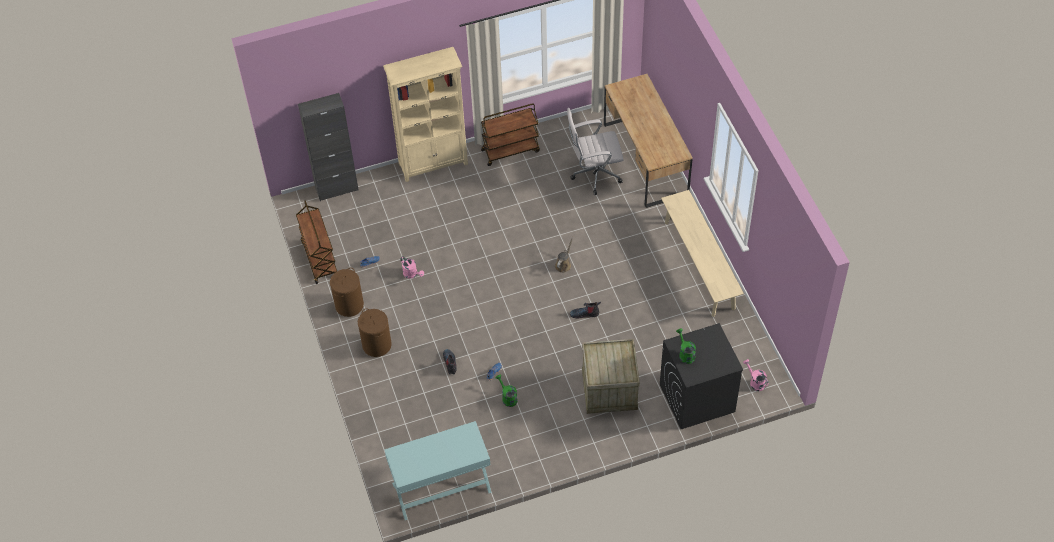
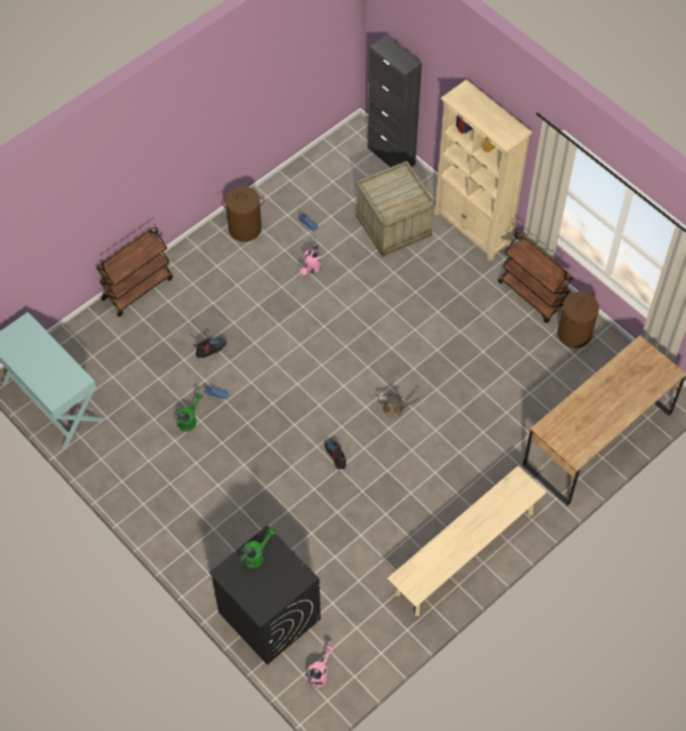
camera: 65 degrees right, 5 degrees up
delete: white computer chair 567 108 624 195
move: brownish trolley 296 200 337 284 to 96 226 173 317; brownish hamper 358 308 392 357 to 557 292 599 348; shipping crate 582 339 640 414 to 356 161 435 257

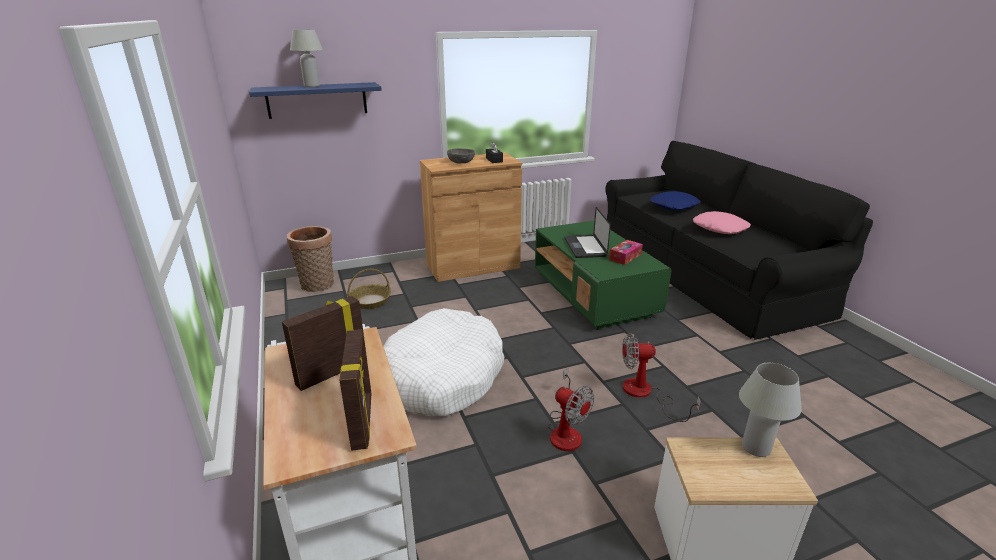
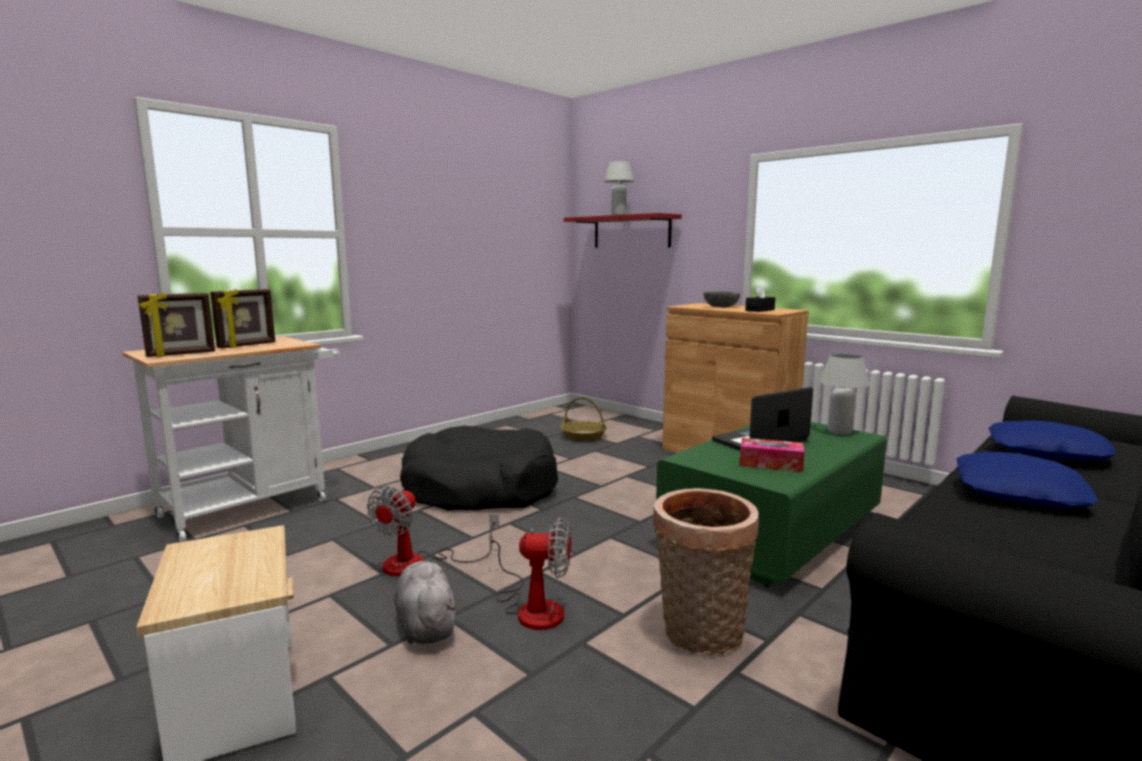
camera: 65 degrees right, 15 degrees down
insert: greyish cuddly toy 394 561 456 644
move: basket 287 226 334 292 to 653 488 759 656; white tabletop lamp 739 363 802 457 to 819 353 870 435
recolor: bluish bracket shelf 250 82 382 119 to reddish bracket shelf 564 213 682 248; white dog bed 383 308 504 416 to black-coloured dog bed 400 426 558 510; pink-coloured pillow 693 211 751 234 to bluish pillow 957 452 1098 508
rotate: photo frame 282 296 367 391 = 210 289 275 348 105 degrees clockwise; fan 622 333 701 422 = 489 517 571 630 120 degrees clockwise

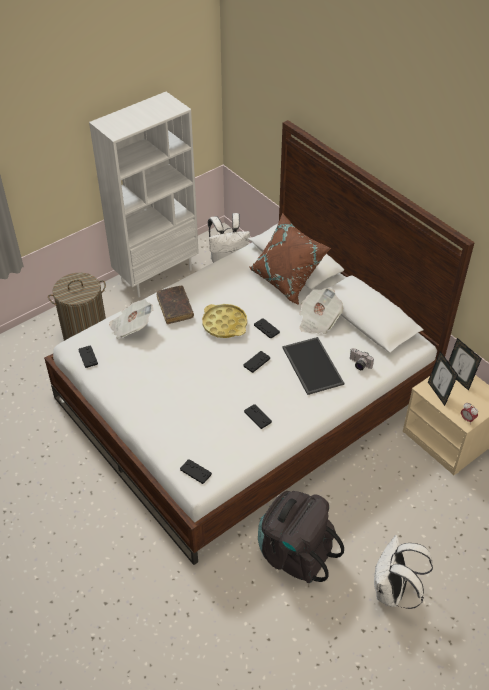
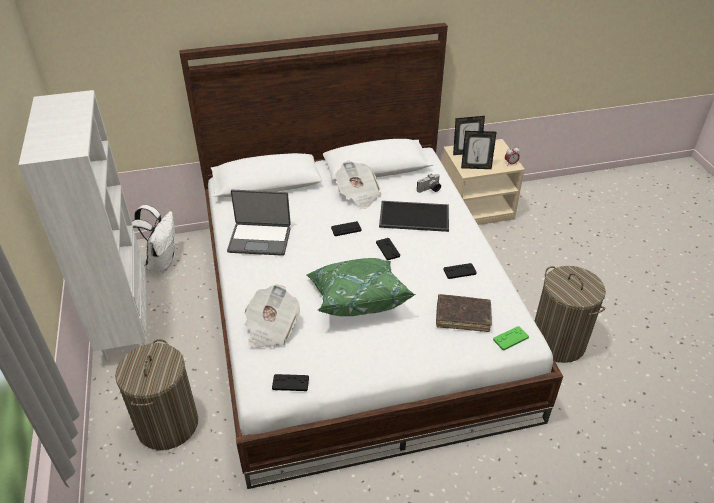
camera: 65 degrees left, 5 degrees down
delete: yellow carrying tray 202 304 247 338; brownish pillow 249 213 331 305; white knapsack 374 535 433 609
insert: laptop 227 190 291 256; greenish pillow 306 258 416 316
move: brownish book 157 286 194 324 to 436 294 492 332
replace: black-coloured knapsack 258 491 344 583 to hamper 535 266 606 363
recolor: black-coloured joypad 180 459 212 484 to greenish joypad 493 326 529 350

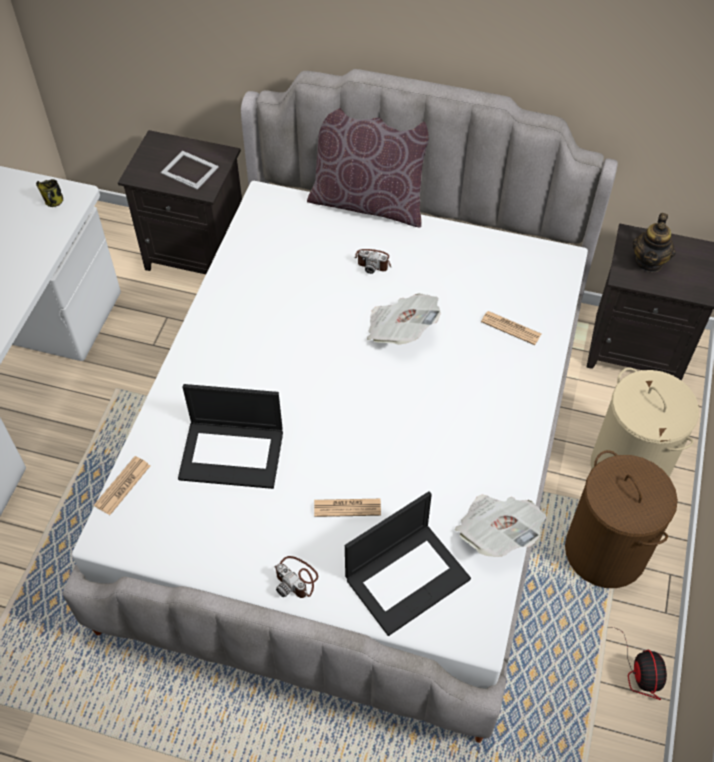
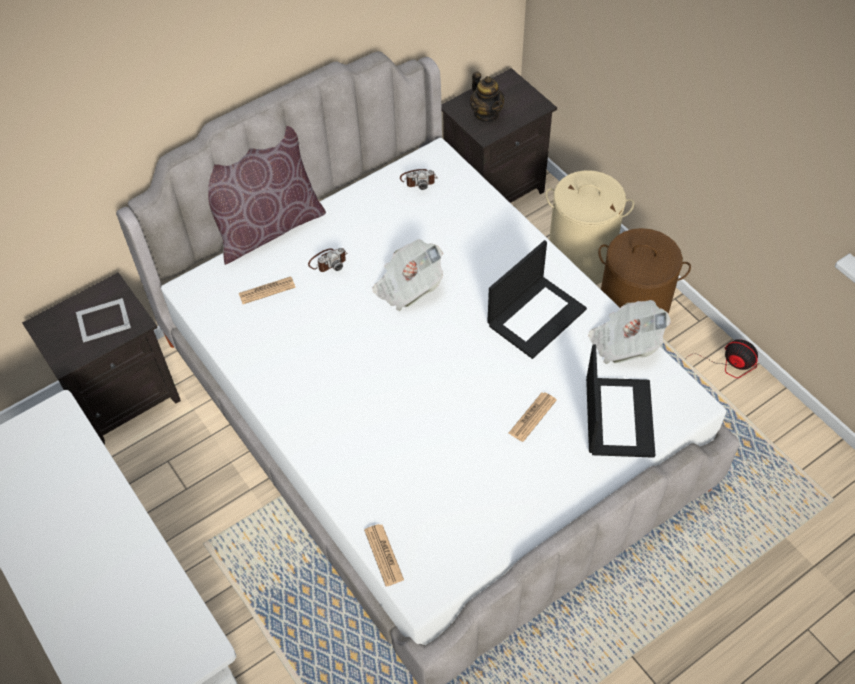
camera: 50 degrees left, 0 degrees up
delete: coffee mug 36 179 63 207
move: laptop 178 384 283 489 to 487 240 587 359; still camera 274 556 318 598 to 400 169 438 190; printed paper 481 311 541 345 to 239 276 296 304

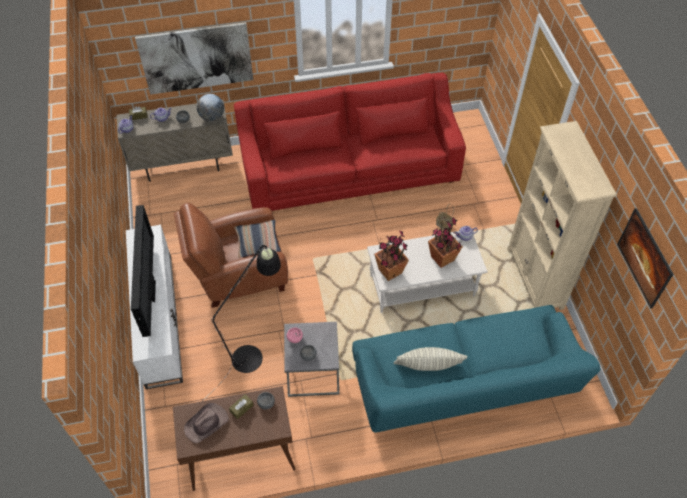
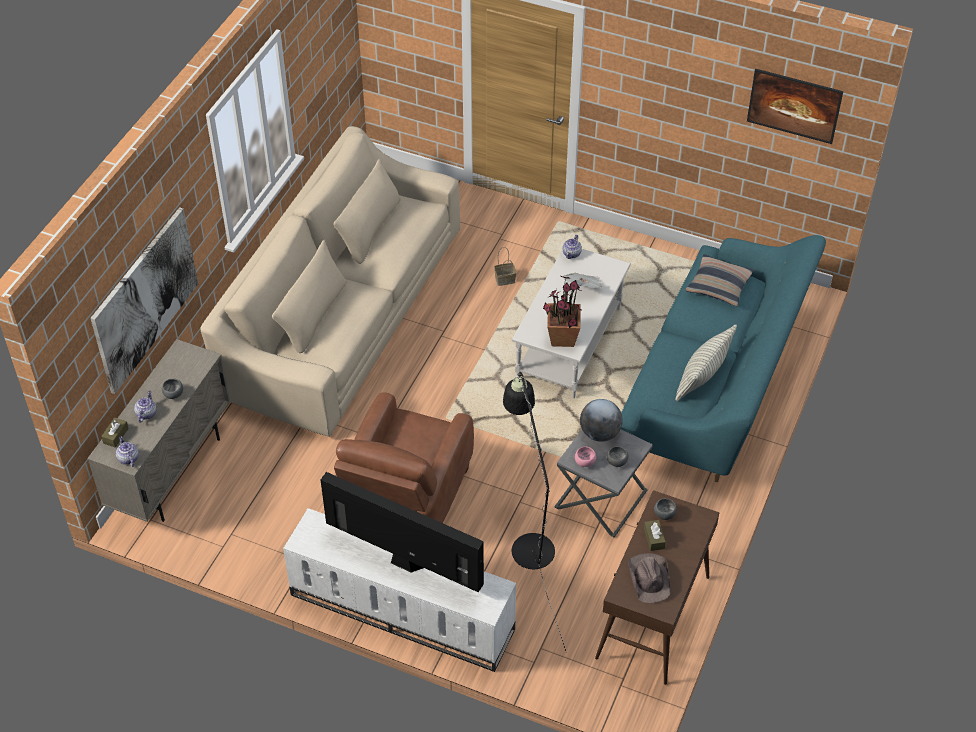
camera: 55 degrees left, 5 degrees down
delete: sand-coloured bookcase 507 121 617 310
move: desk globe 197 94 224 122 to 580 399 623 442; pillow 234 220 281 258 to 685 254 754 306
replace: houseplant 428 217 462 268 to printed paper 563 273 602 288
recolor: reddish couch 234 73 466 211 to sand-coloured couch 200 126 460 437

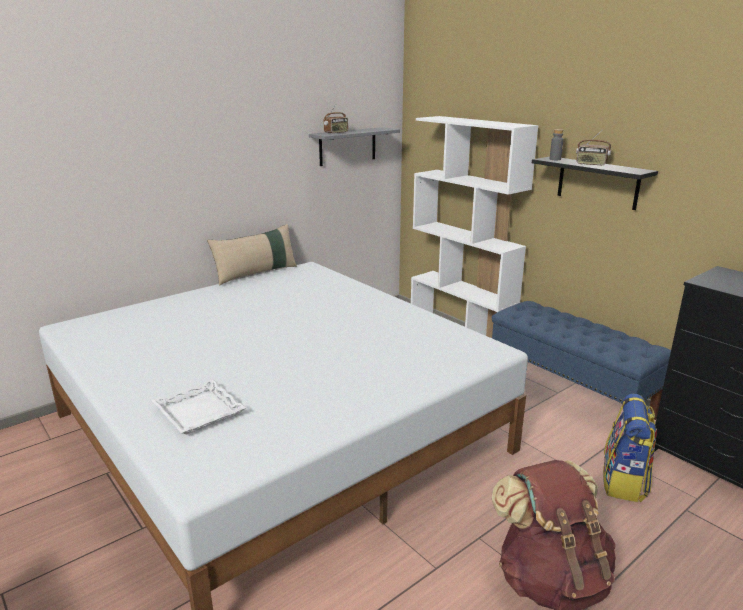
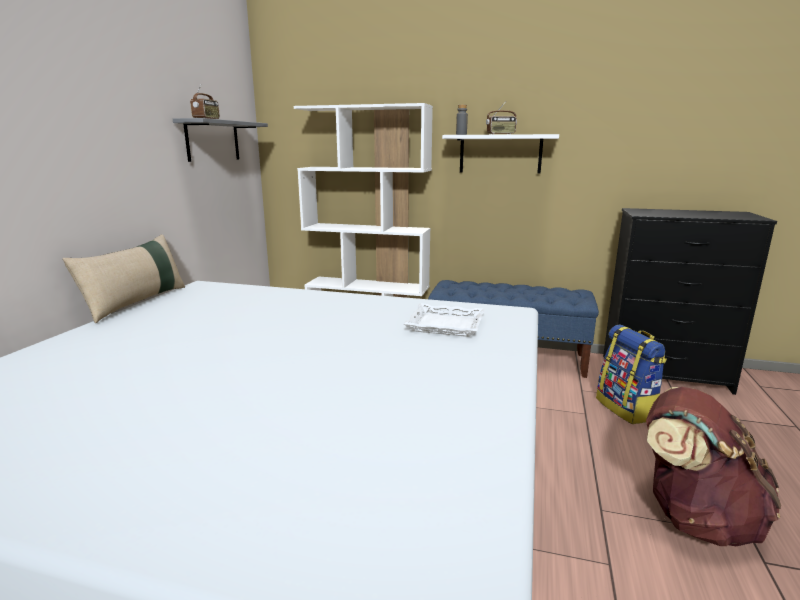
camera: 35 degrees left, 5 degrees down
move: white carrying tray 152 379 246 434 to 404 303 485 337
recolor: black-coloured bracket shelf 532 157 658 210 to white bracket shelf 442 134 559 174

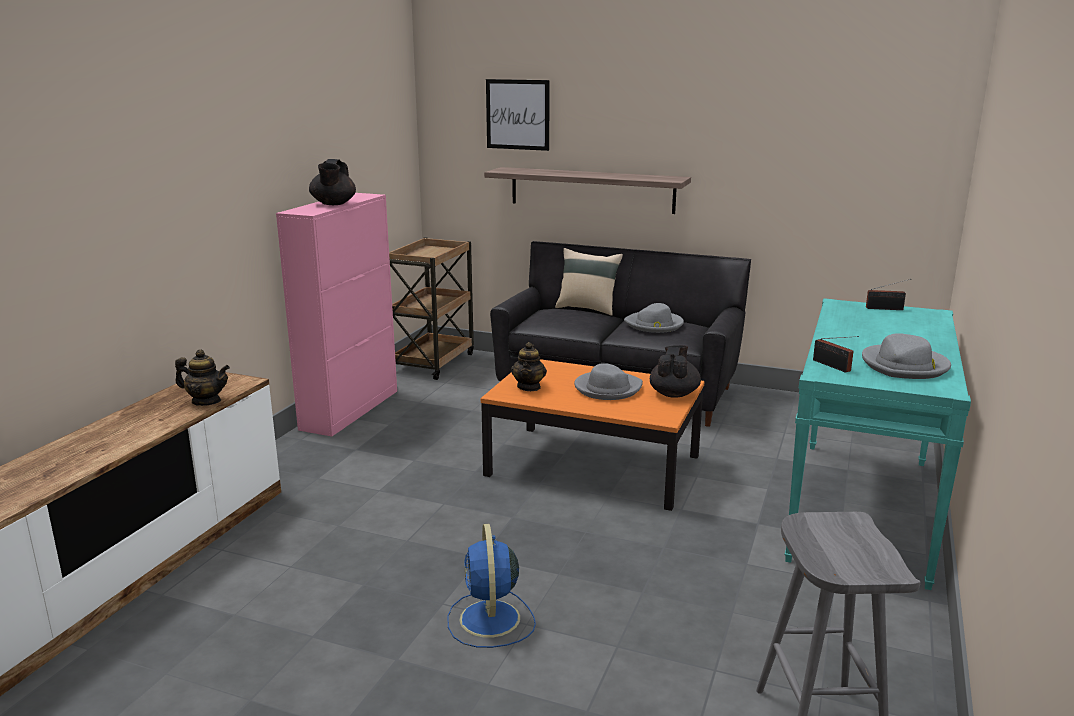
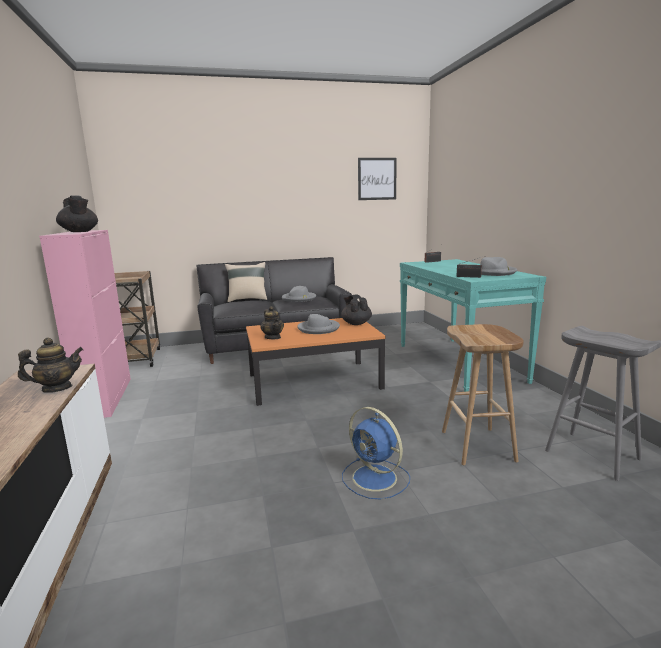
camera: 35 degrees left, 5 degrees down
delete: bracket shelf 484 167 691 214
insert: brownish stool seat 442 324 524 465
move: wall picture 486 79 550 151 to 358 158 397 200

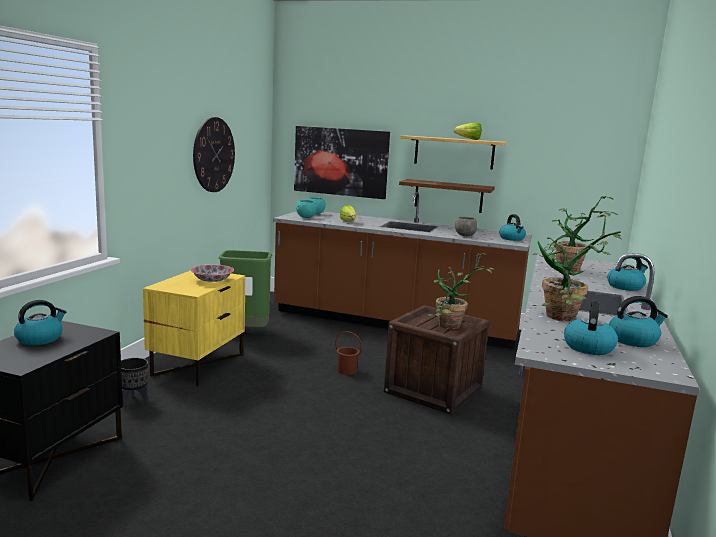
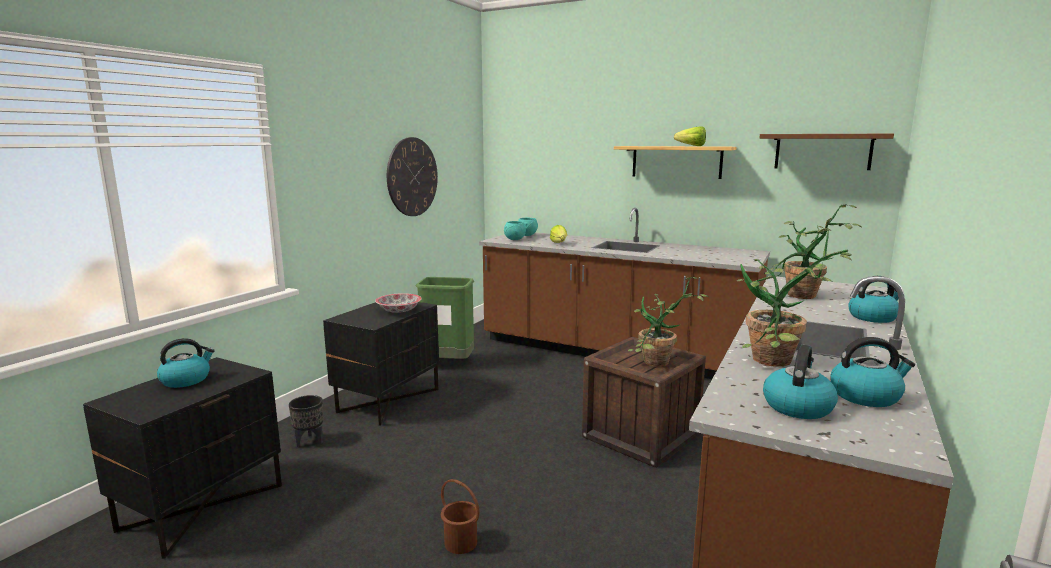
camera: 10 degrees right, 0 degrees up
delete: wall picture 294 126 390 199; greyish bowl 455 217 477 236; water kettle 499 214 526 241
move: brownish pail 335 331 362 375 to 441 479 480 554; brownish bracket shelf 399 179 495 213 to 759 134 894 170
recolor: yellow bedside table 143 271 245 386 to black-coloured bedside table 323 302 439 426

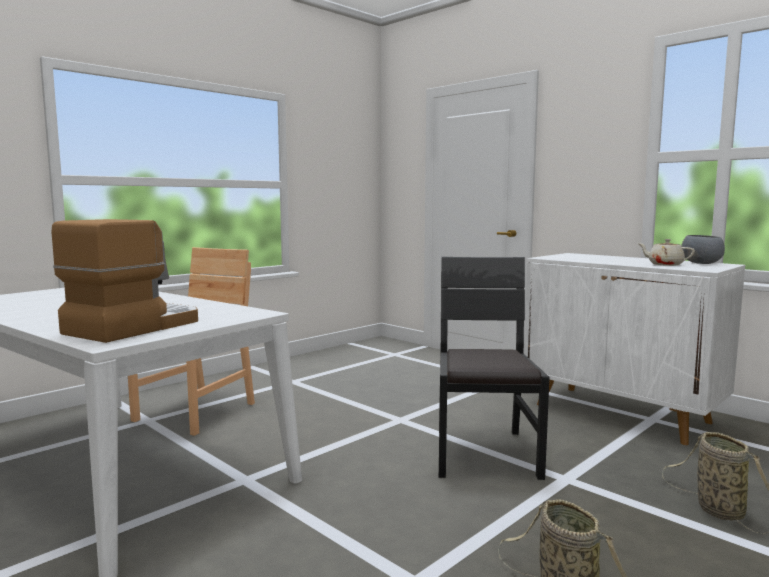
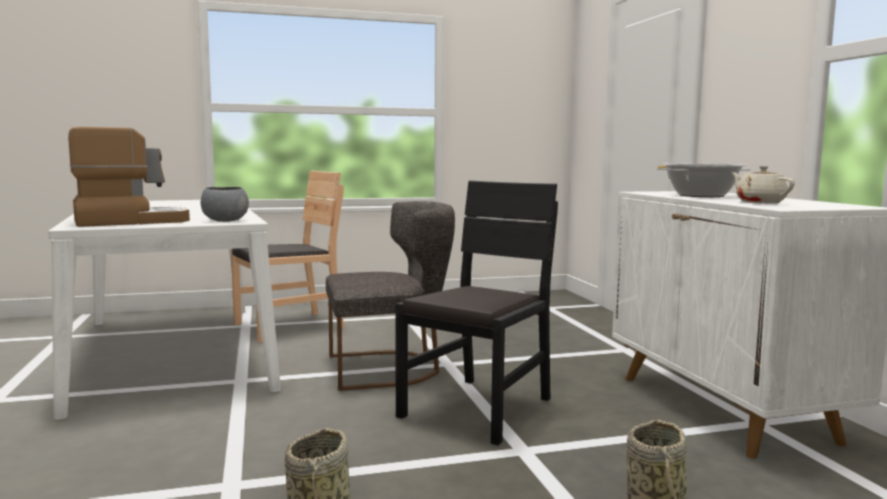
camera: 30 degrees right, 0 degrees up
insert: greyish chair 326 201 455 391; stockpot 656 164 751 197
move: greyish bowl 681 235 725 264 to 201 187 249 222

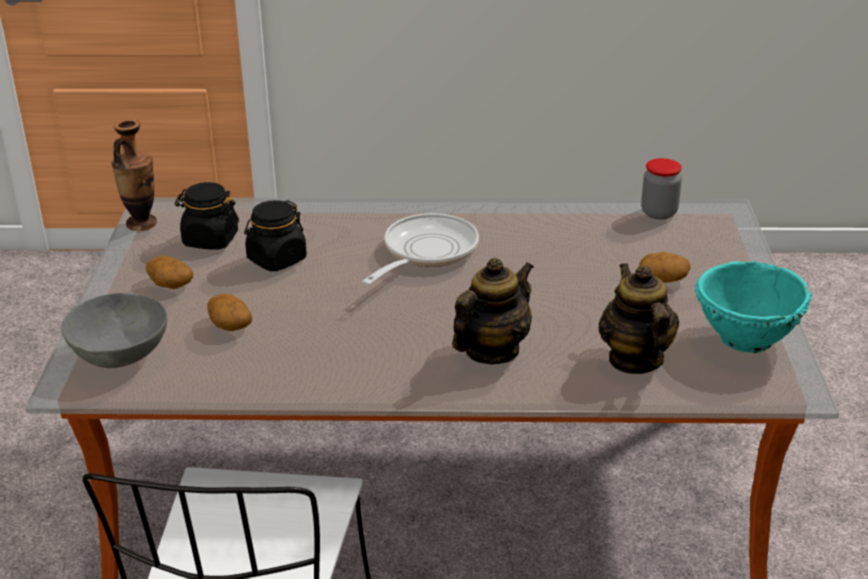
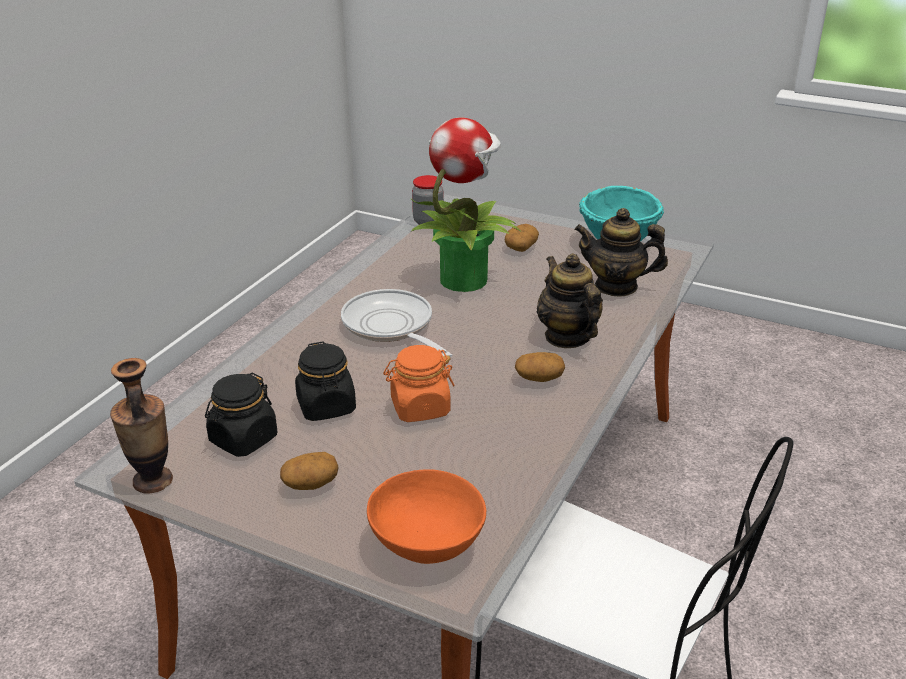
camera: 65 degrees left, 0 degrees up
insert: orange-coloured preserve jar 383 345 454 422; houseplant 411 118 521 292
move: potato 207 294 252 331 to 515 352 565 382
recolor: greyish bowl 61 293 167 368 to orange-coloured bowl 367 469 486 564

